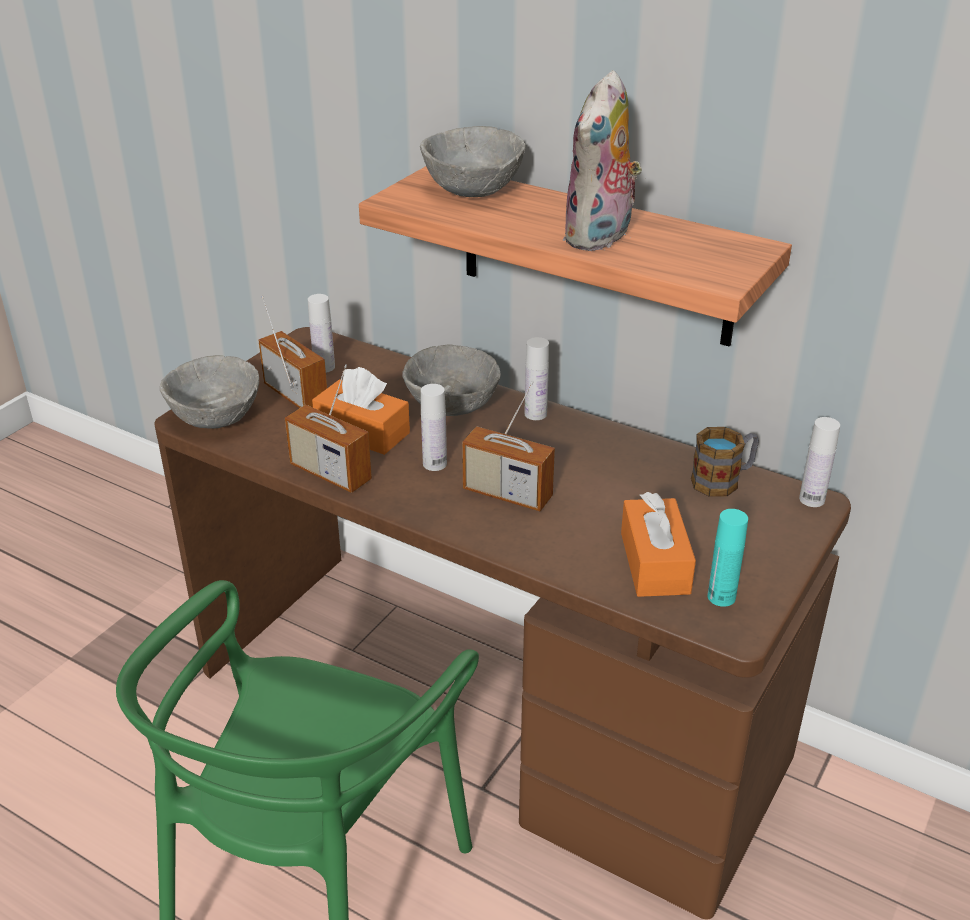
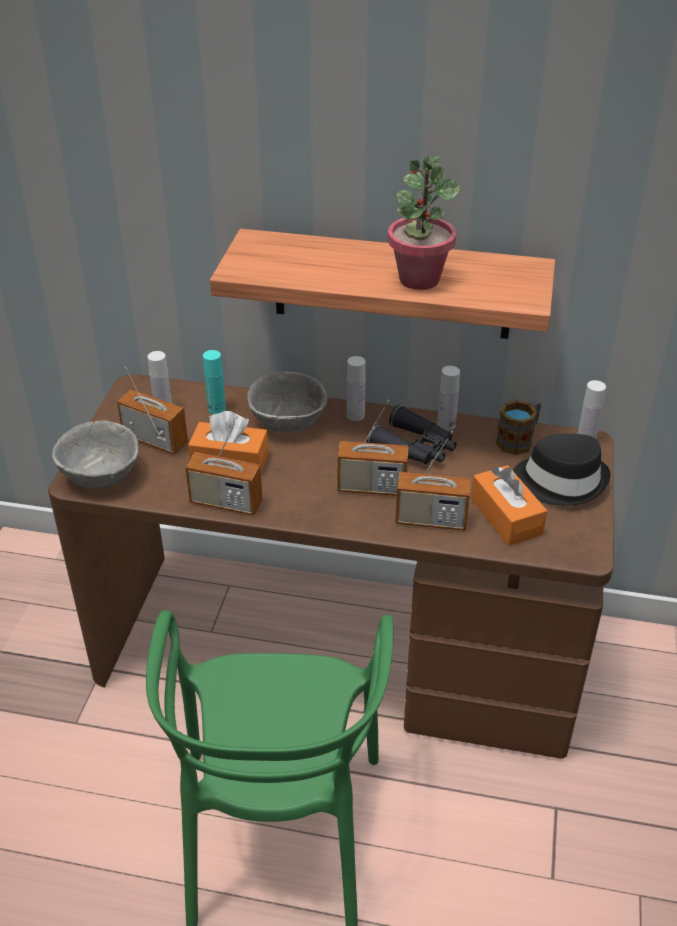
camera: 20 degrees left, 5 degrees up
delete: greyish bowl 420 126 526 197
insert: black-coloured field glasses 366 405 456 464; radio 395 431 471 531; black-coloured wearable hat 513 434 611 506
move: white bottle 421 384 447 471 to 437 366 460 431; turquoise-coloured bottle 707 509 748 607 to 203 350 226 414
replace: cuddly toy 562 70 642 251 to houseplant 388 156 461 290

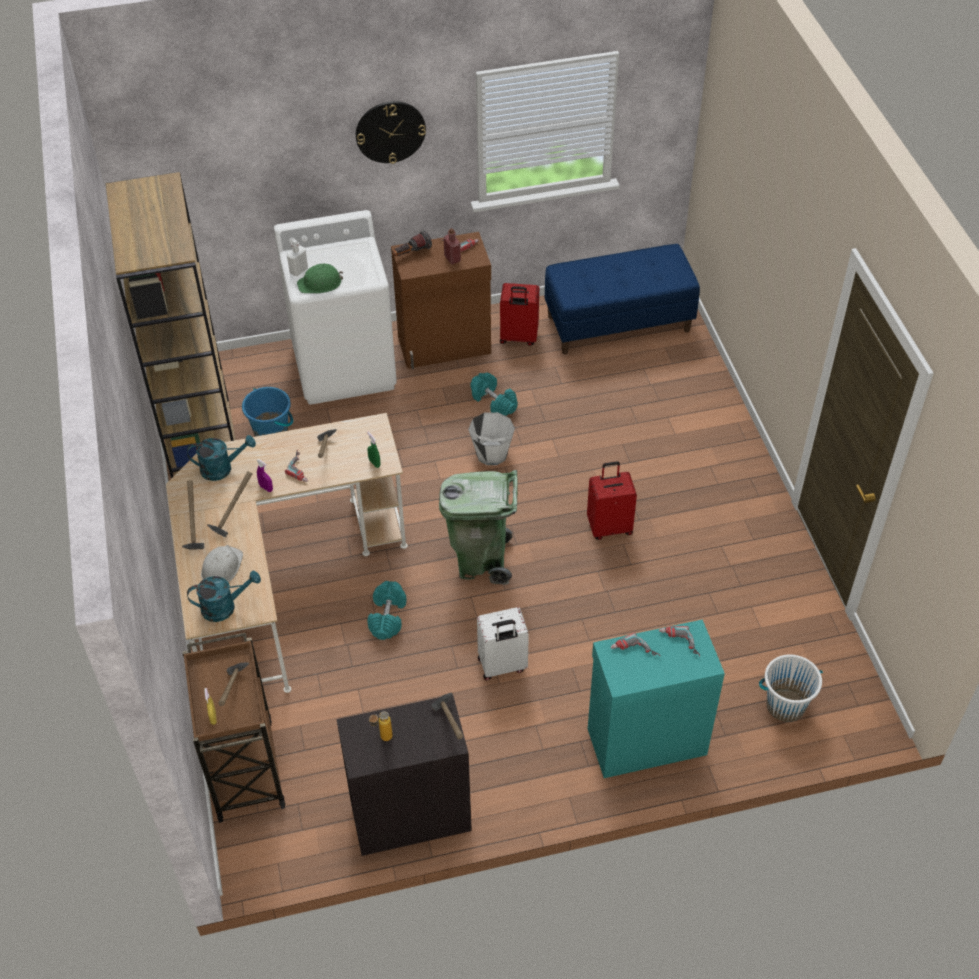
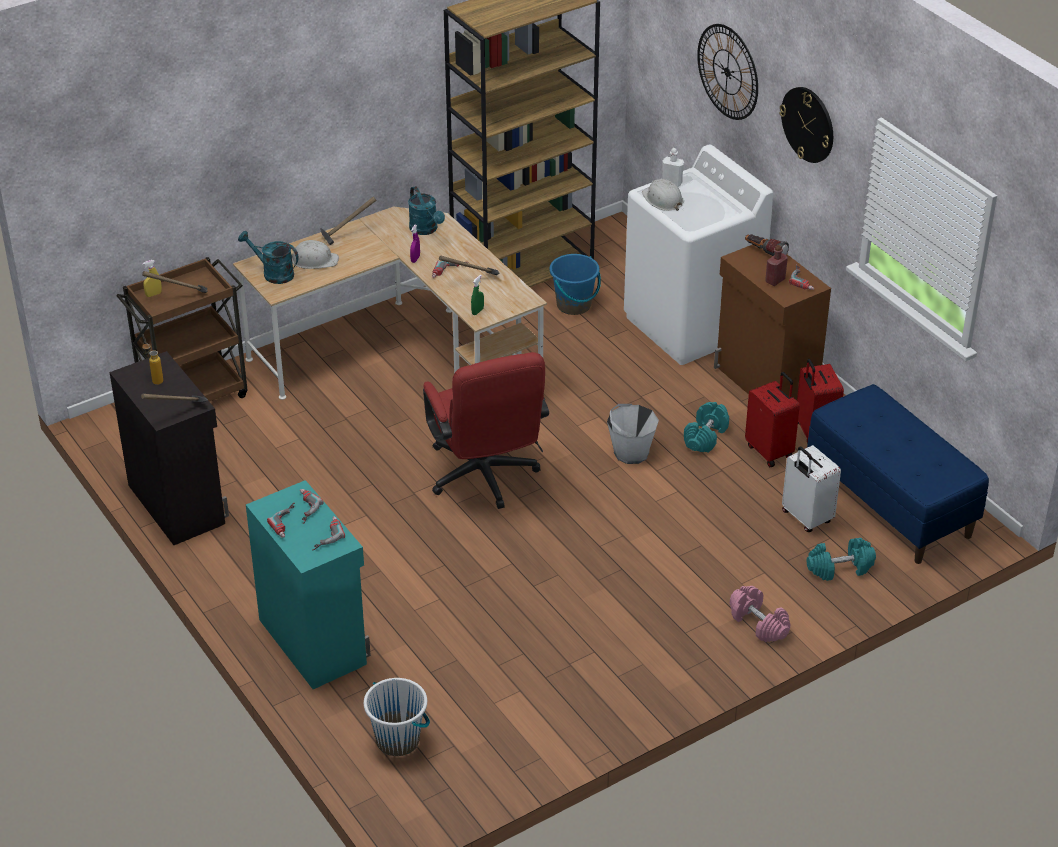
camera: 70 degrees right, 10 degrees down
delete: hand hammer 207 471 252 537
insert: power drill 267 503 295 538; hanging clock 697 24 758 120; pink-coloured hand weight 730 586 790 642
move: turquoise-coloured hand weight 367 581 407 640 to 807 538 876 581; white piece of luggage 477 607 529 680 to 782 445 841 532; reddish piece of luggage 587 461 637 540 to 745 372 800 467
replace: greenish trash can 439 470 518 585 to reddish computer chair 423 352 549 509
recolor: greenish safety helmet 297 264 343 294 to white safety helmet 642 179 683 211
rotate: turquoise-coloured watering can 187 570 261 622 = 238 231 299 284 150 degrees clockwise

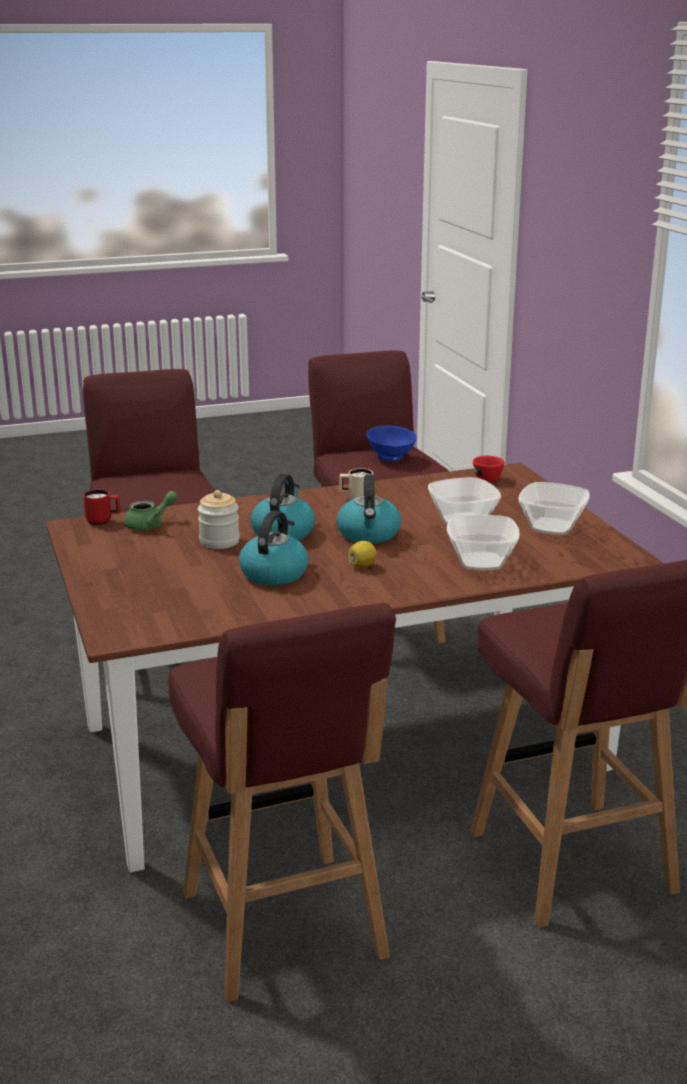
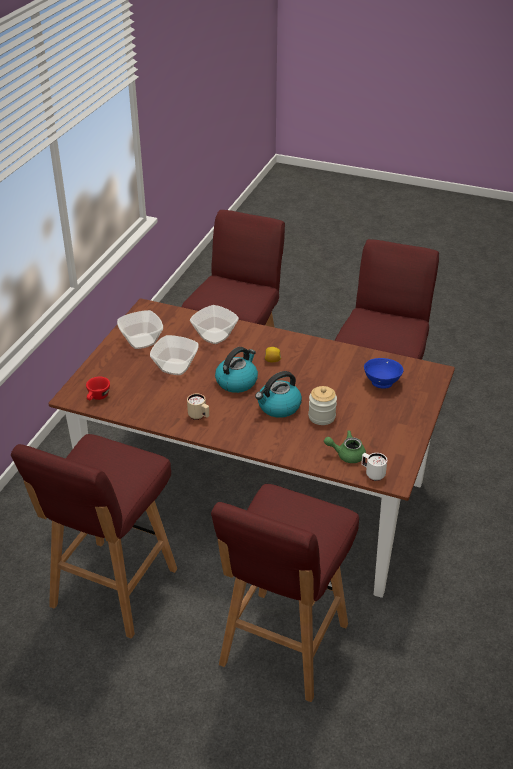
camera: 140 degrees left, 15 degrees up
delete: water kettle 239 510 308 586
move: bluish bowl 366 426 417 461 to 364 358 404 389
recolor: reddish coffee mug 83 489 120 525 to white coffee mug 361 453 387 481

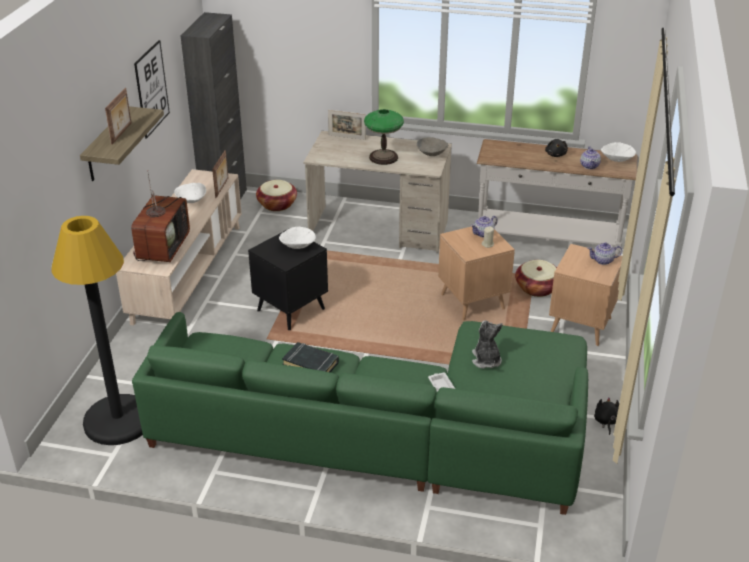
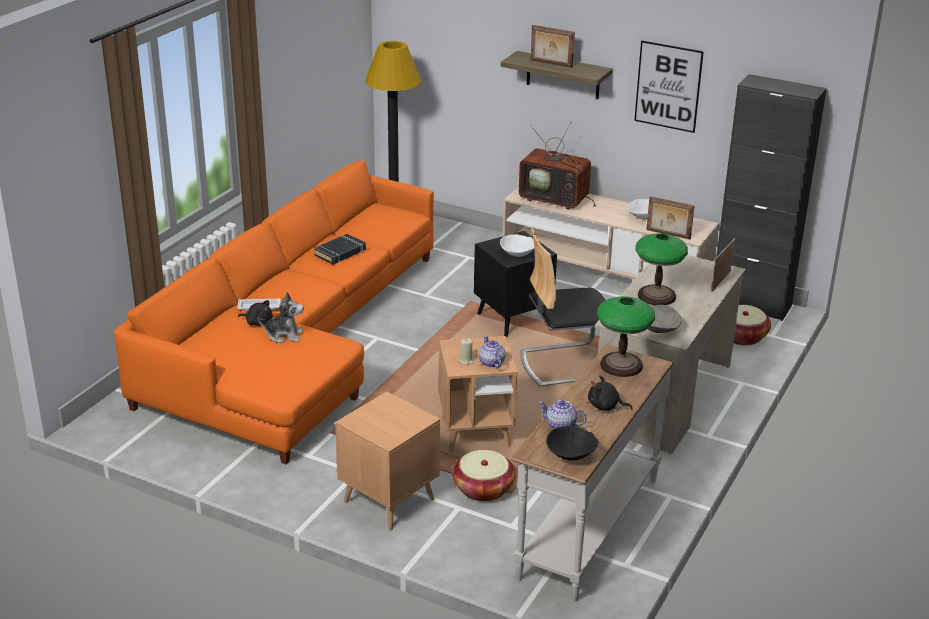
camera: 105 degrees right, 5 degrees down
delete: tea pot 587 242 622 265
insert: chair 520 227 606 386; tabletop lamp 597 296 655 377
move: black-coloured cuddly toy 594 397 619 435 to 238 300 273 326
recolor: greenish couch 132 312 588 515 to orange-coloured couch 114 160 434 464; white bowl 601 142 636 162 to black-coloured bowl 546 426 598 461

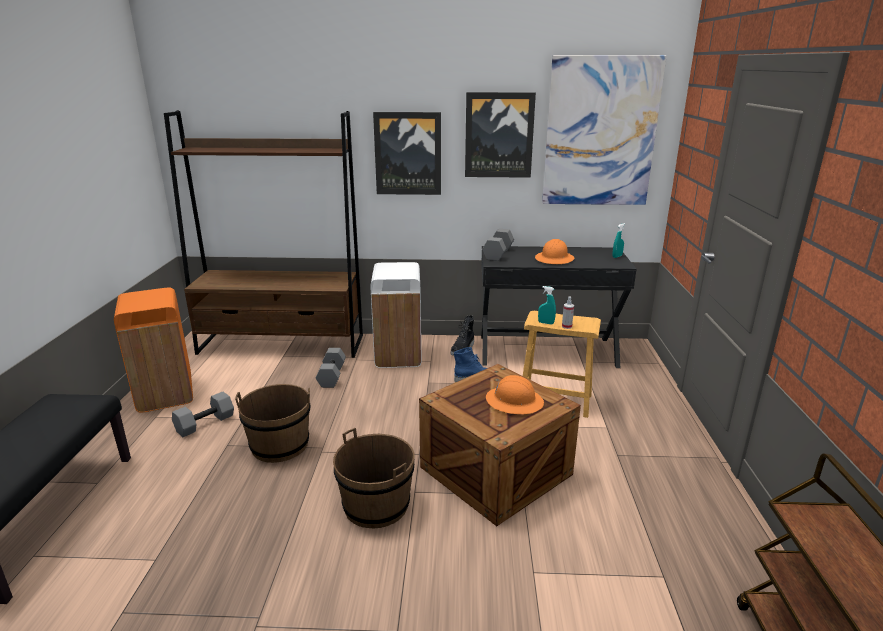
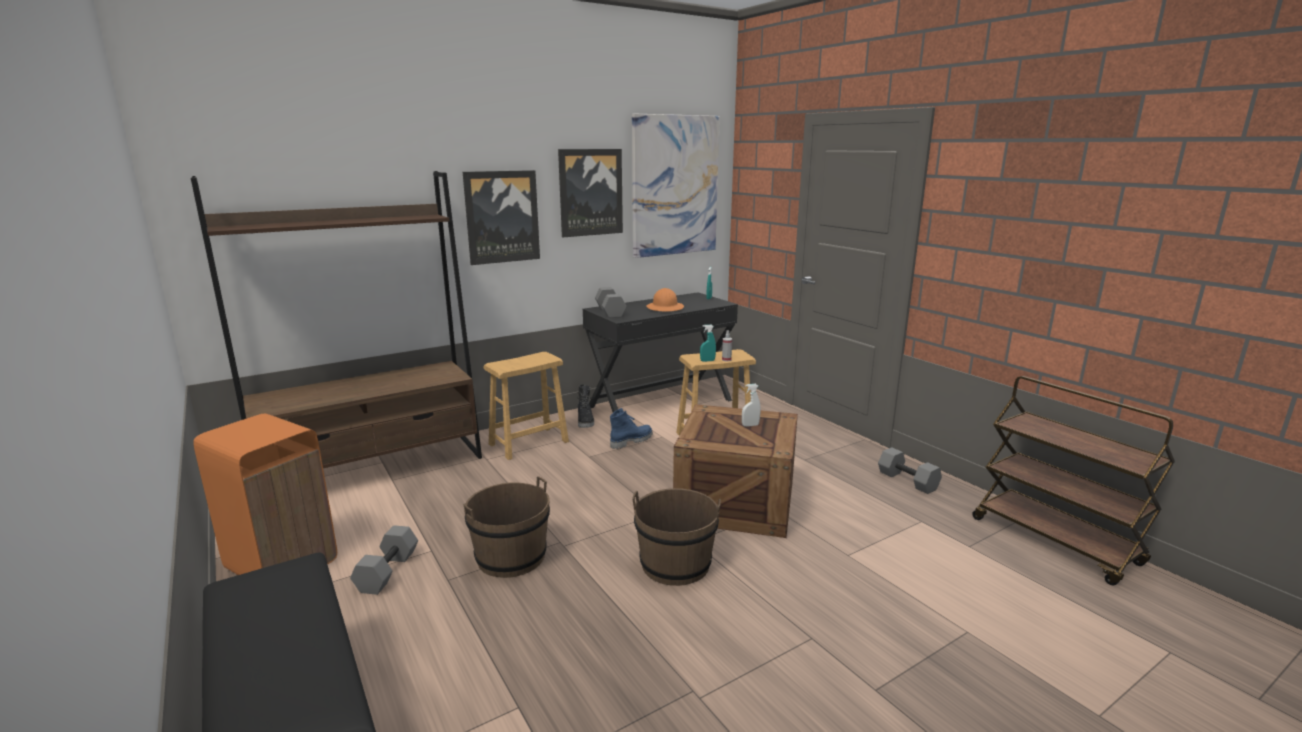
camera: 35 degrees left, 5 degrees down
move: greyish hand weight 316 348 346 388 to 878 447 942 494
replace: white trash can 371 262 422 368 to brownish stool seat 483 352 569 460; orange-coloured safety helmet 486 375 544 414 to white spray bottle 742 384 761 426

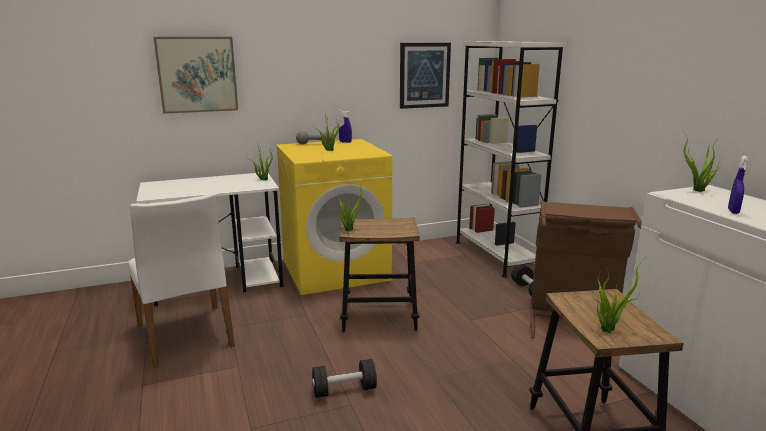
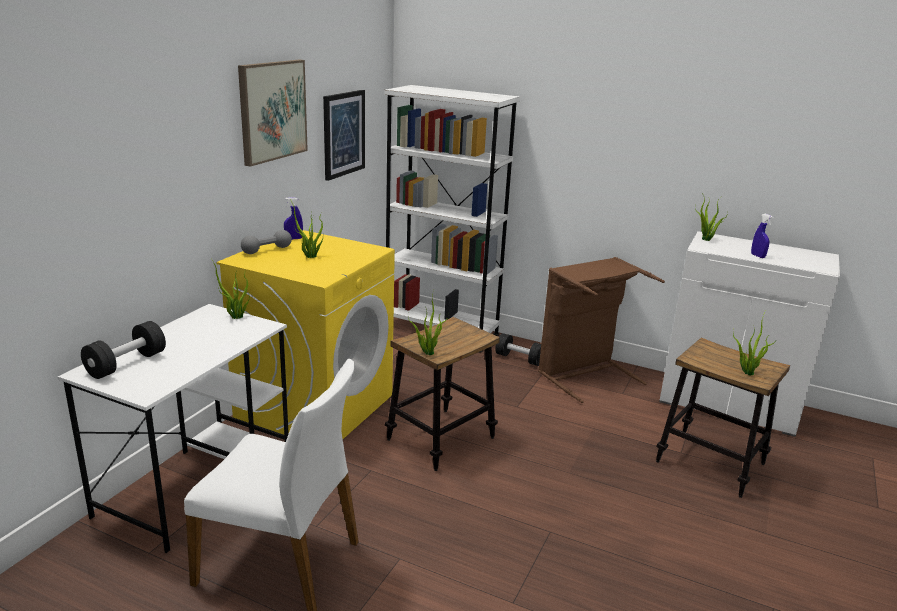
camera: 45 degrees left, 5 degrees up
move: wall picture 153 37 238 114 to 238 60 308 167; black-coloured hand weight 312 359 377 398 to 81 321 166 379

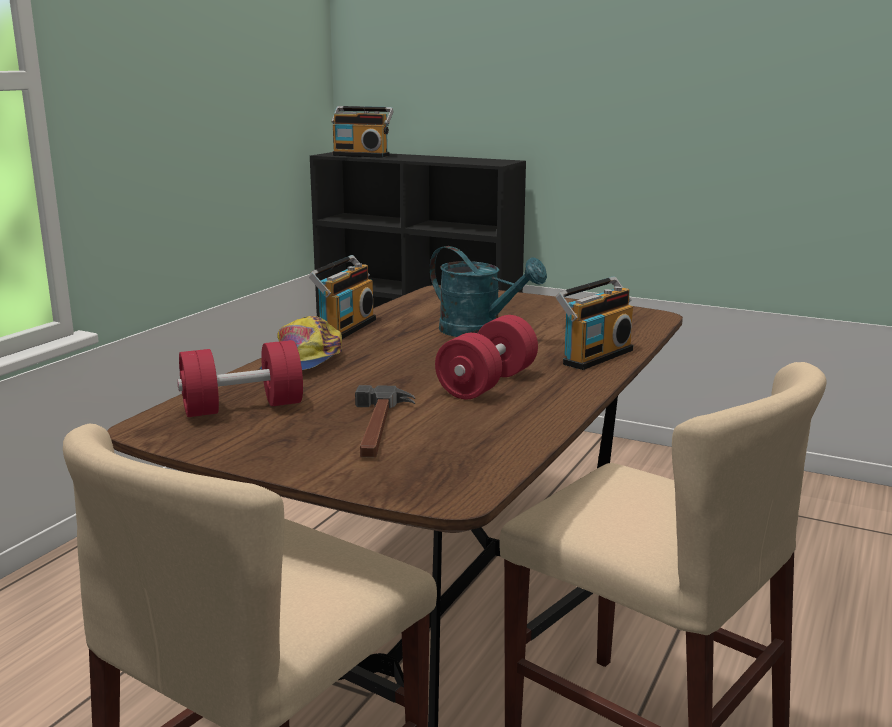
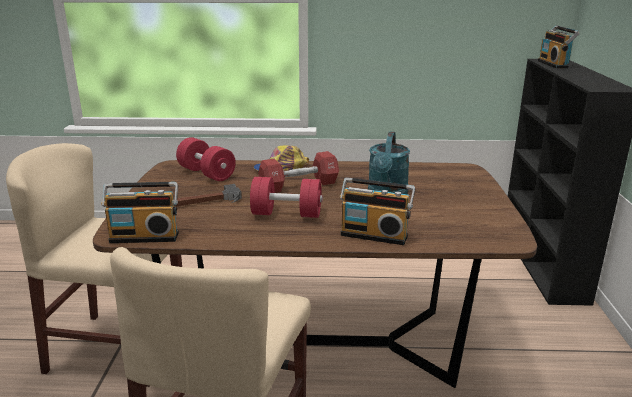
camera: 65 degrees right, 5 degrees up
insert: reddish hand weight 258 151 339 193
move: radio 308 255 376 339 to 101 182 179 243

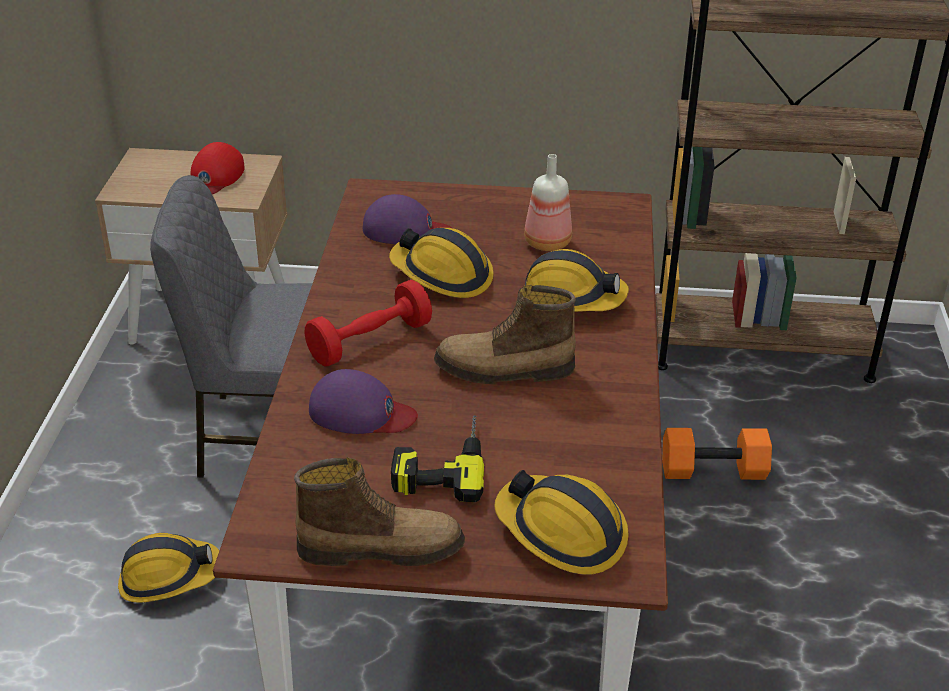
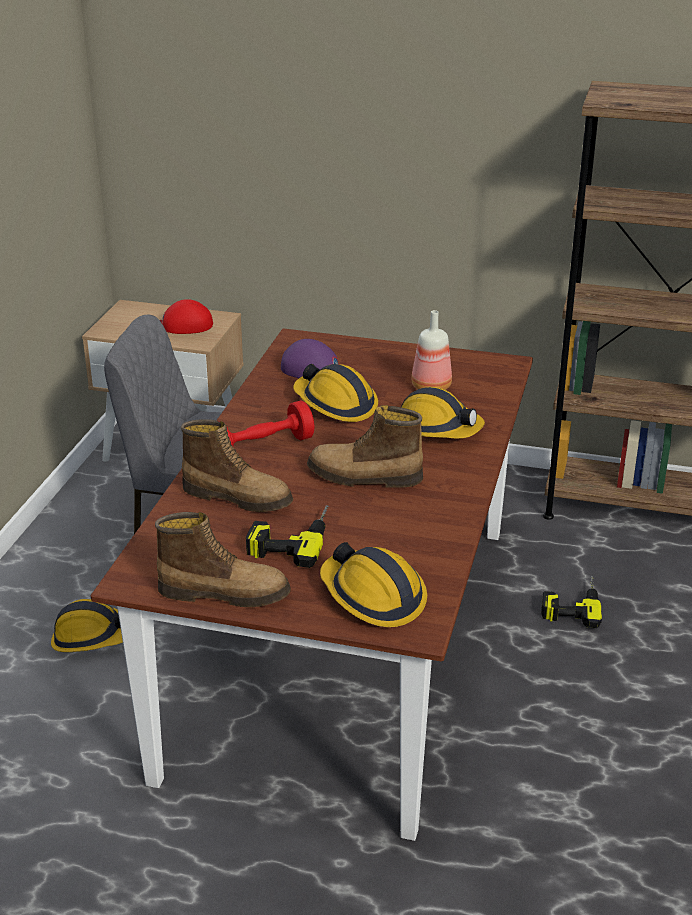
camera: 10 degrees right, 5 degrees down
replace: purple-coloured peaked cap 309 369 418 434 to high-top boot 181 419 293 512; orange-coloured hand weight 662 428 772 480 to power drill 541 575 602 628
rotate: reddish peaked cap 190 142 245 194 = 160 299 213 334 60 degrees clockwise

